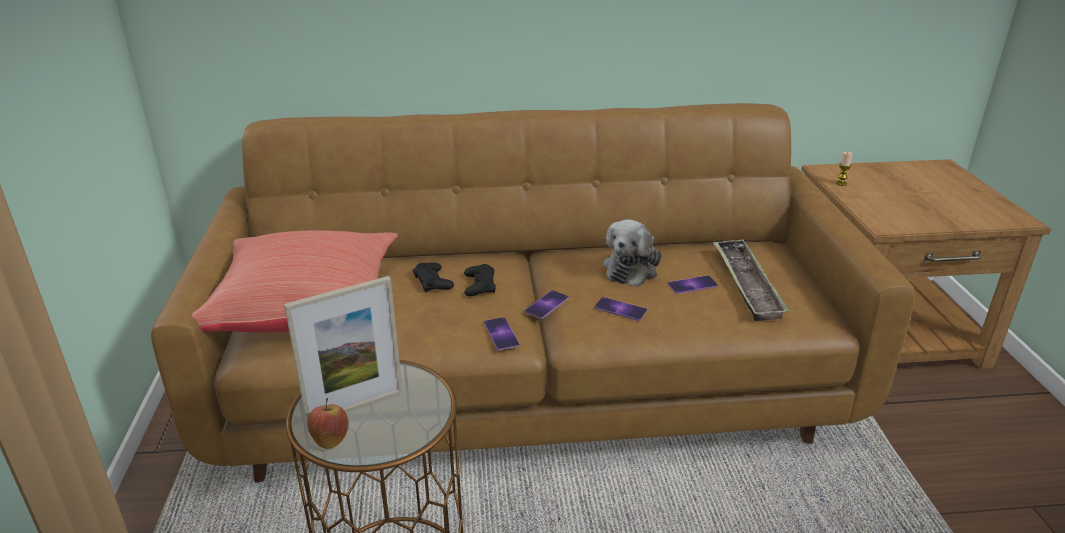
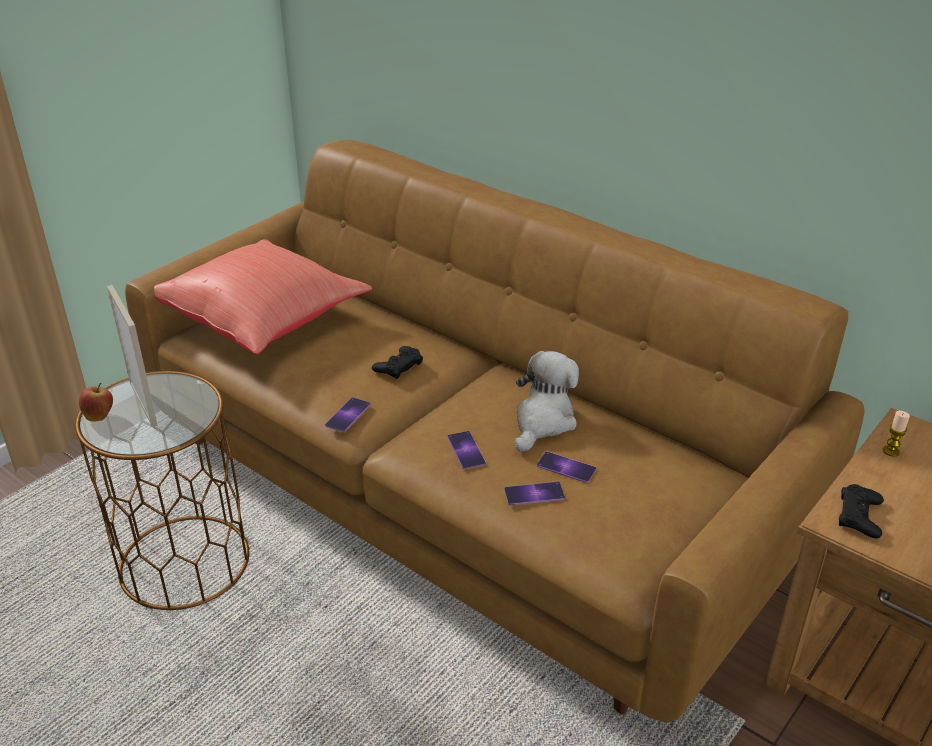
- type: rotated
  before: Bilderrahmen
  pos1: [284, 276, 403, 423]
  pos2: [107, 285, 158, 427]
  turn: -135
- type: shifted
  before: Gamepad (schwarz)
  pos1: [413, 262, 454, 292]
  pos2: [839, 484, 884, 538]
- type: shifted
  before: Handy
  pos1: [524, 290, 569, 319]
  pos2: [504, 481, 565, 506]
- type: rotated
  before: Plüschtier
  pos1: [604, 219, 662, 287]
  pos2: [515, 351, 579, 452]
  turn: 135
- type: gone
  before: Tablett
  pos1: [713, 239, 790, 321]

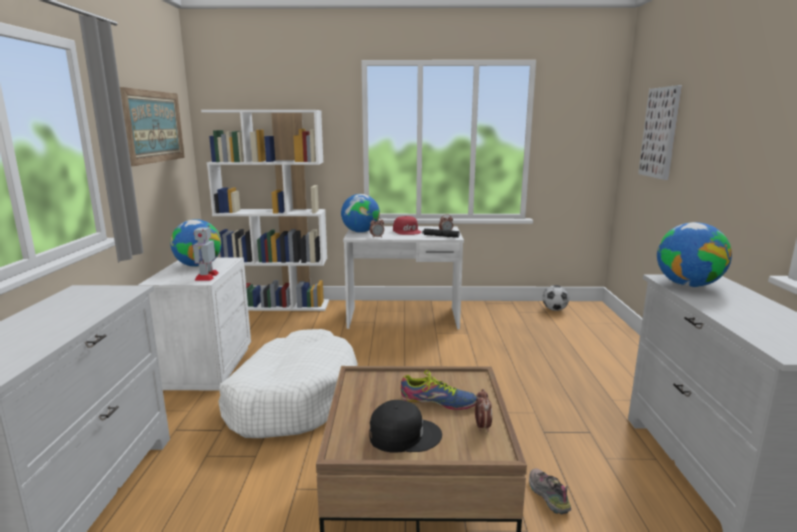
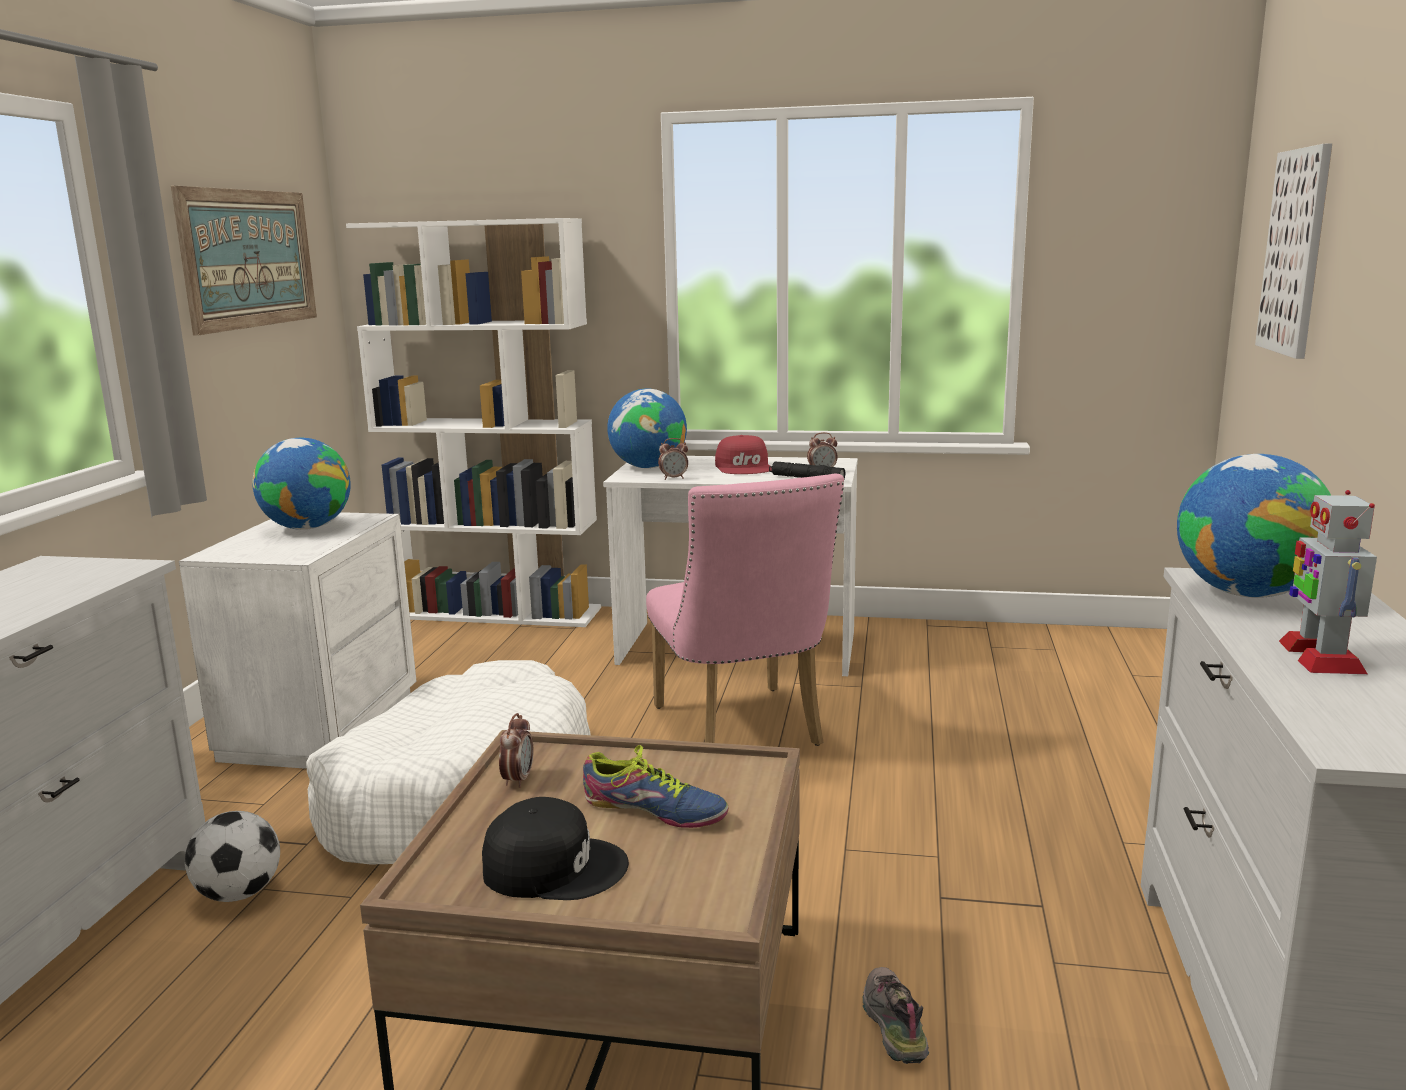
- type: shifted
  before: Spielzeugroboter
  pos1: [192, 226, 219, 281]
  pos2: [1279, 490, 1377, 674]
- type: shifted
  before: Wecker
  pos1: [475, 389, 492, 432]
  pos2: [499, 713, 533, 788]
- type: shifted
  before: Fußball
  pos1: [542, 285, 569, 311]
  pos2: [185, 811, 280, 902]
- type: new
  after: Stuhl (rosa)
  pos2: [646, 474, 844, 746]

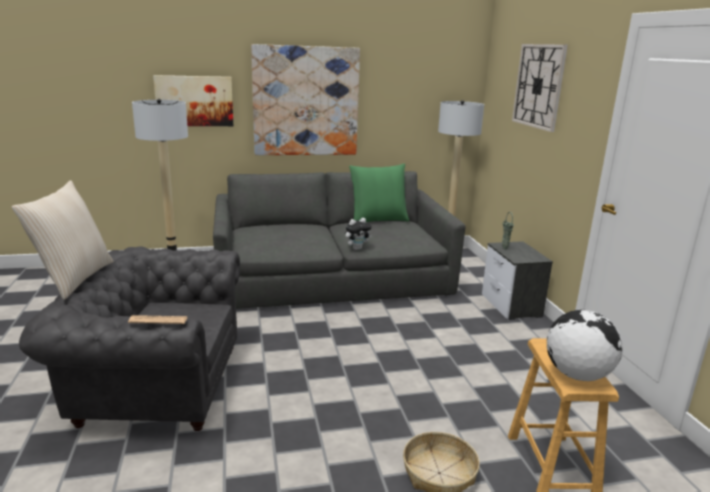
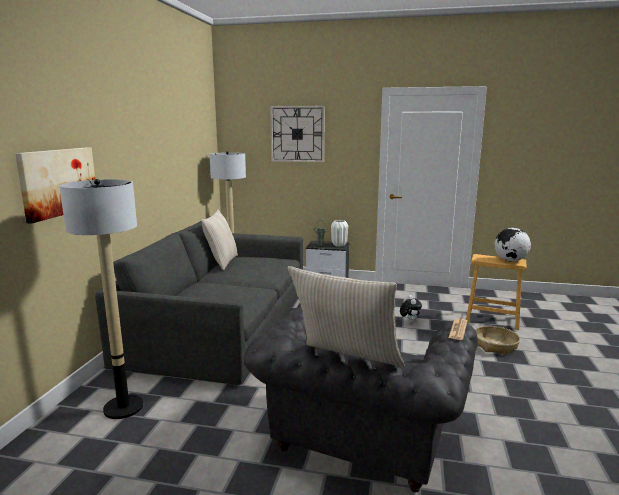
- type: gone
  before: Bild
  pos1: [251, 44, 360, 155]
- type: shifted
  before: Plüschtier
  pos1: [345, 218, 372, 250]
  pos2: [400, 295, 422, 323]
- type: repainted
  before: Kissen (grün)
  after: Kissen (beige)
  pos1: [349, 164, 409, 222]
  pos2: [201, 209, 238, 270]
- type: new
  after: Vase (weiß)
  pos2: [331, 220, 348, 247]

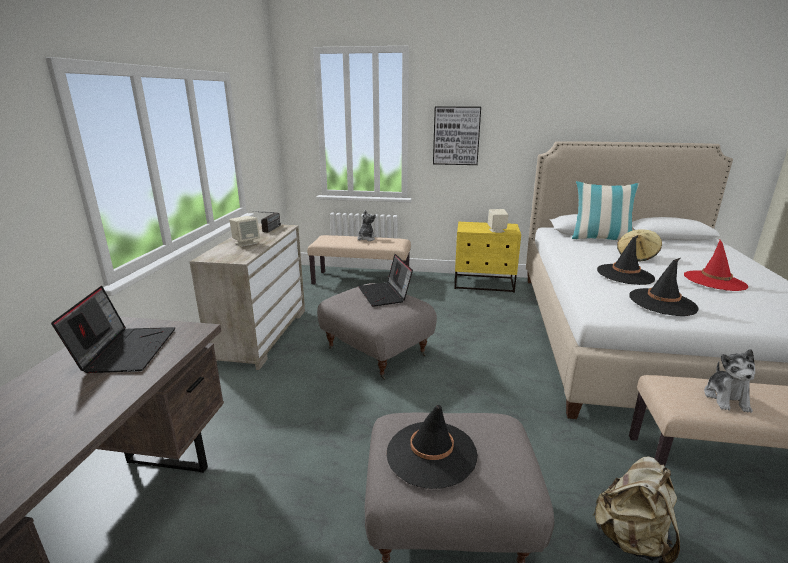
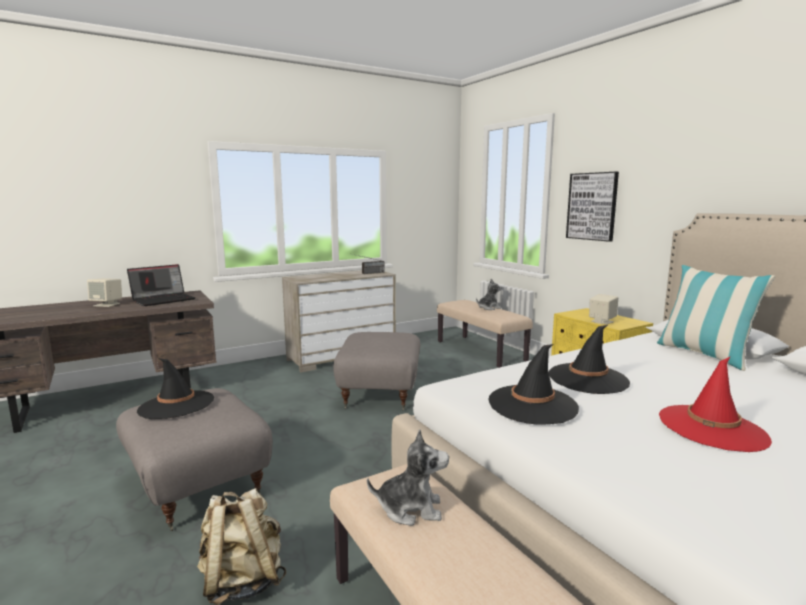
- type: shifted
  before: Lautsprecher (beige)
  pos1: [229, 216, 260, 247]
  pos2: [87, 278, 122, 307]
- type: gone
  before: Laptop
  pos1: [358, 254, 413, 307]
- type: gone
  before: Hut (beige)
  pos1: [617, 229, 662, 261]
- type: rotated
  before: Plüschtier
  pos1: [704, 349, 755, 413]
  pos2: [367, 430, 449, 526]
  turn: -150

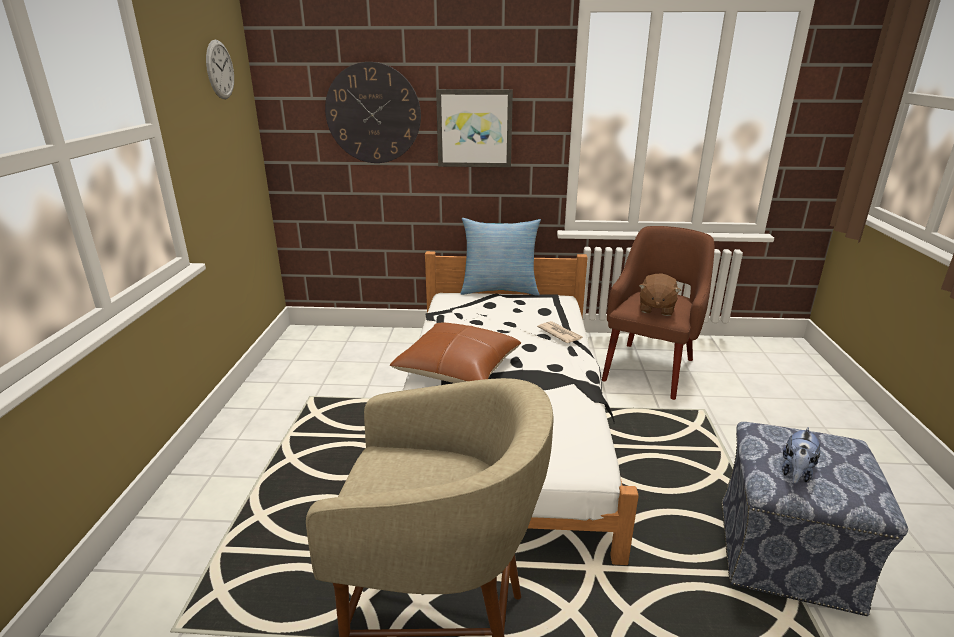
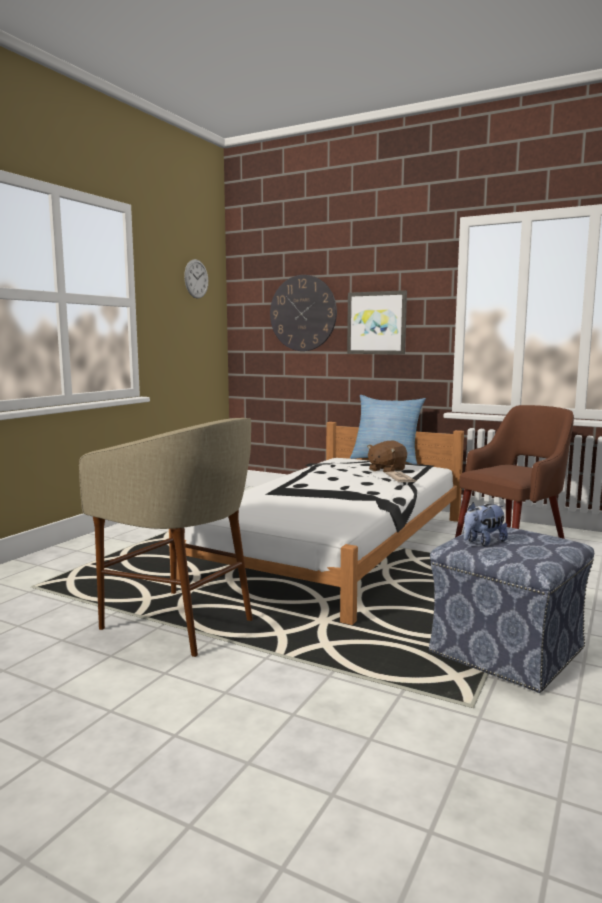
- type: gone
  before: Kissen (braun)
  pos1: [390, 323, 521, 383]
- type: shifted
  before: Plüschtier (braun)
  pos1: [639, 273, 681, 316]
  pos2: [367, 441, 407, 472]

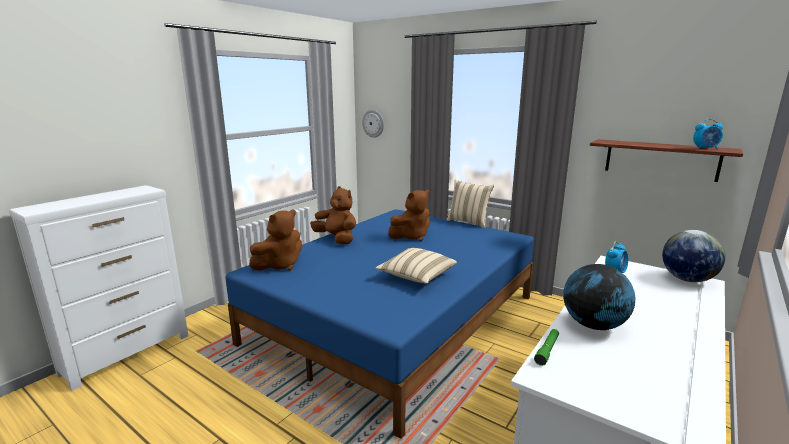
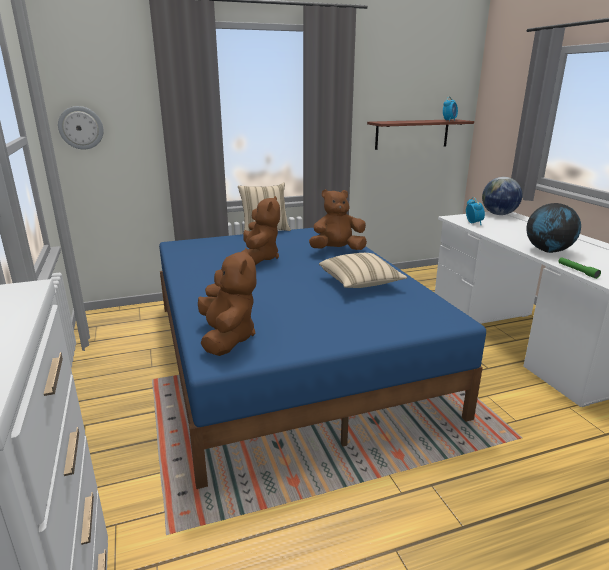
- type: shifted
  before: Plüschtier (braun)
  pos1: [310, 186, 356, 244]
  pos2: [309, 189, 367, 250]

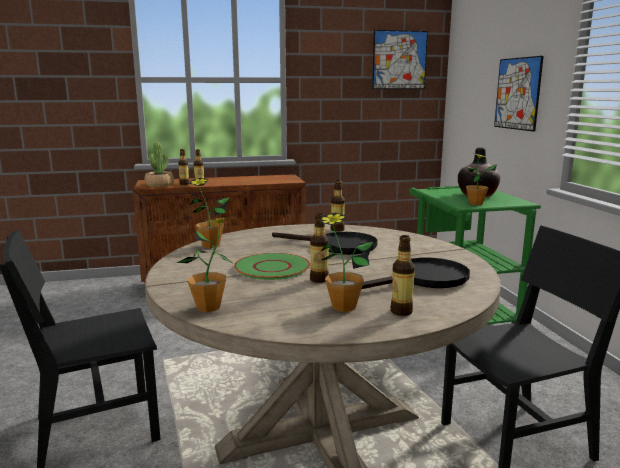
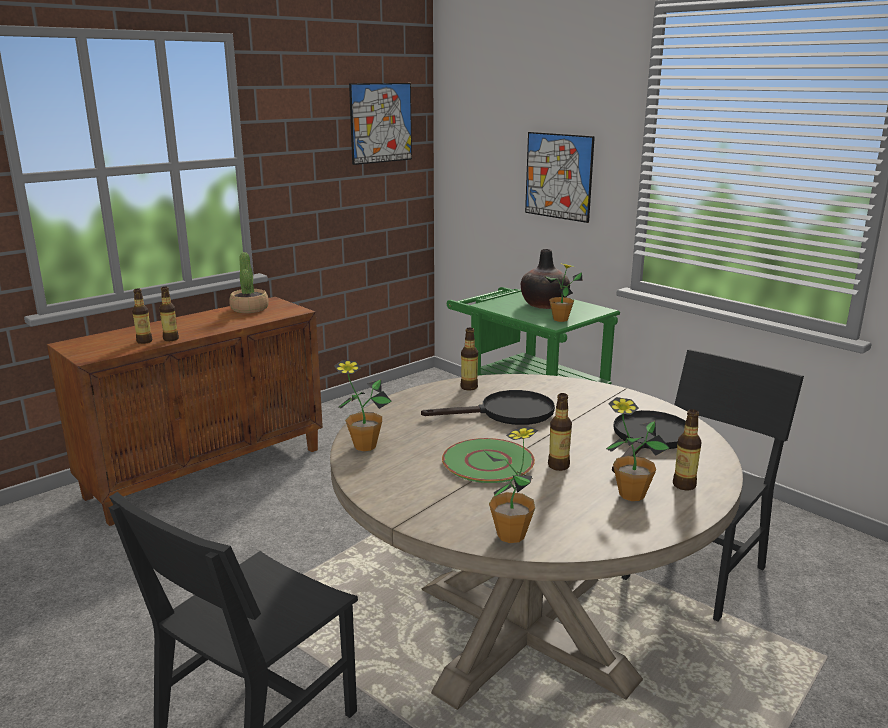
- type: shifted
  before: Topfpflanze
  pos1: [145, 142, 174, 187]
  pos2: [229, 252, 269, 313]

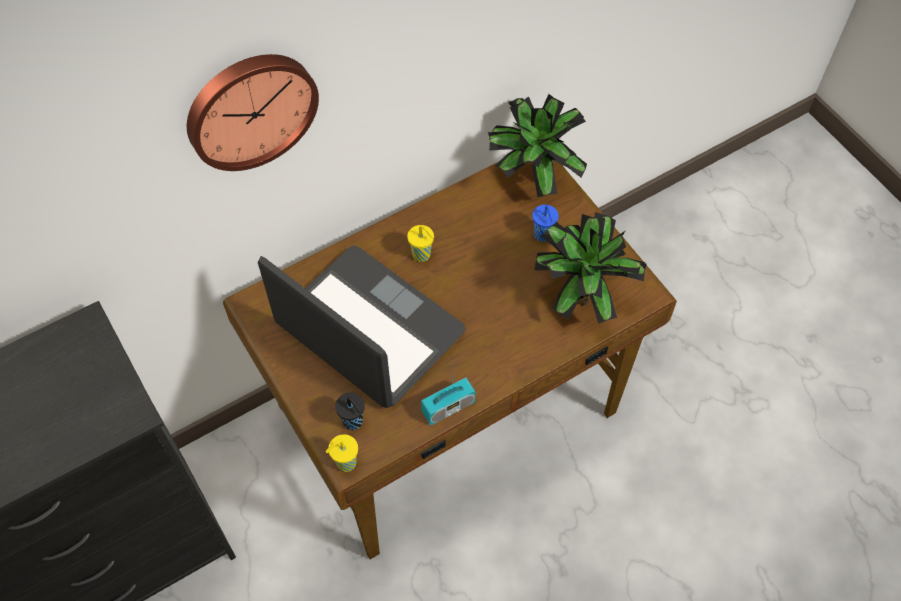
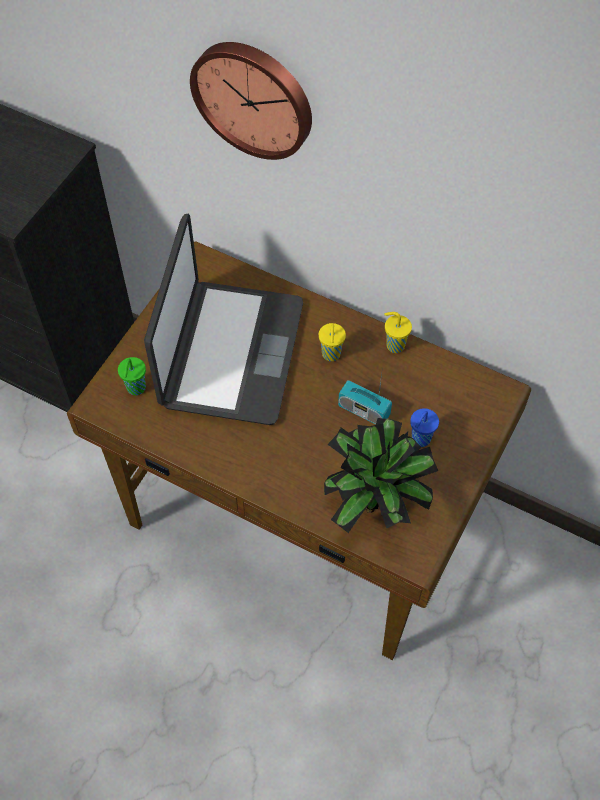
- type: shifted
  before: Tasse (gelb)
  pos1: [326, 434, 358, 472]
  pos2: [384, 312, 412, 353]
- type: repainted
  before: Tasse (schwarz)
  after: Tasse (grün)
  pos1: [335, 393, 365, 430]
  pos2: [118, 357, 146, 395]
- type: shifted
  before: Radio
  pos1: [421, 368, 475, 425]
  pos2: [338, 374, 392, 424]
- type: gone
  before: Topfpflanze
  pos1: [488, 94, 587, 197]

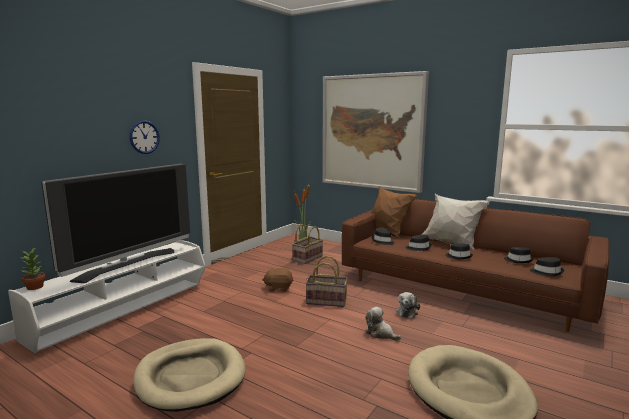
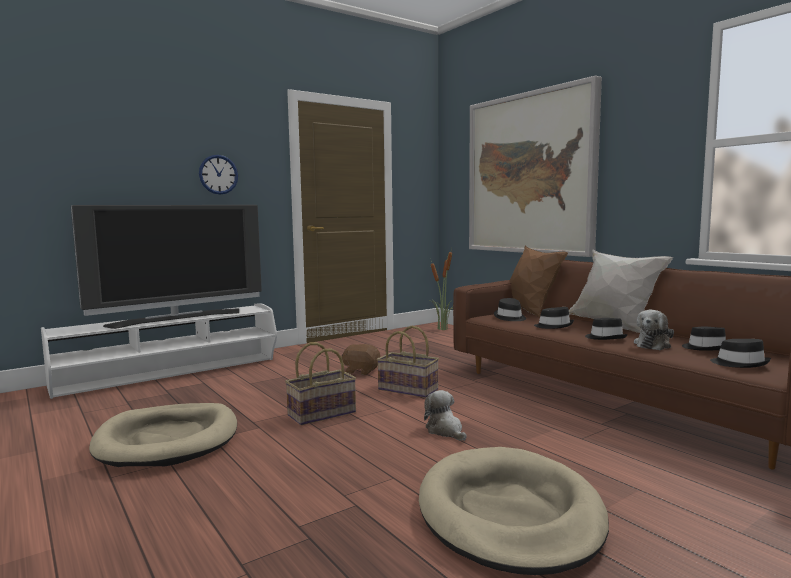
- type: gone
  before: Topfpflanze
  pos1: [20, 247, 45, 290]
- type: shifted
  before: Korb
  pos1: [292, 224, 323, 264]
  pos2: [285, 342, 356, 425]
- type: shifted
  before: Plüschtier
  pos1: [396, 292, 420, 319]
  pos2: [634, 310, 674, 350]

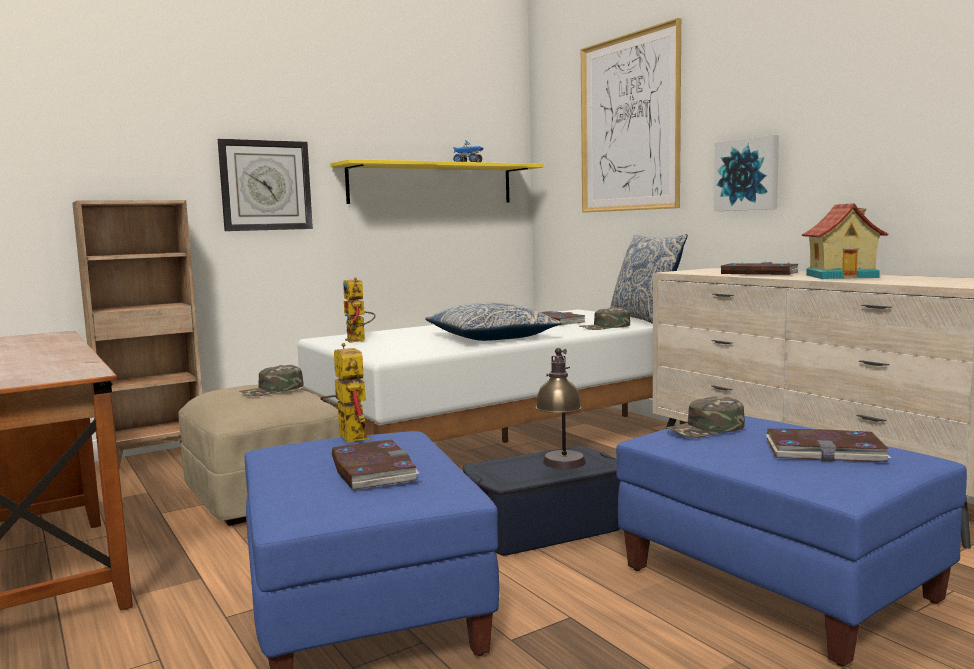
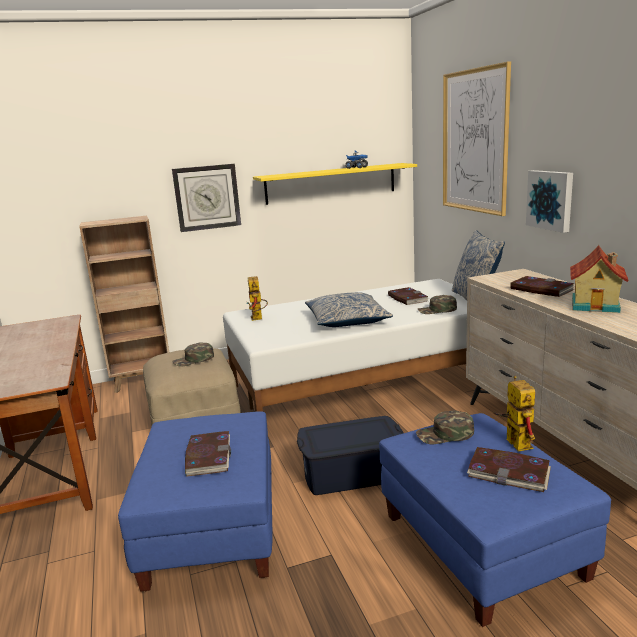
- type: shifted
  before: Spielzeugroboter
  pos1: [320, 343, 369, 443]
  pos2: [493, 376, 535, 452]
- type: gone
  before: Tischlampe
  pos1: [535, 348, 586, 469]

